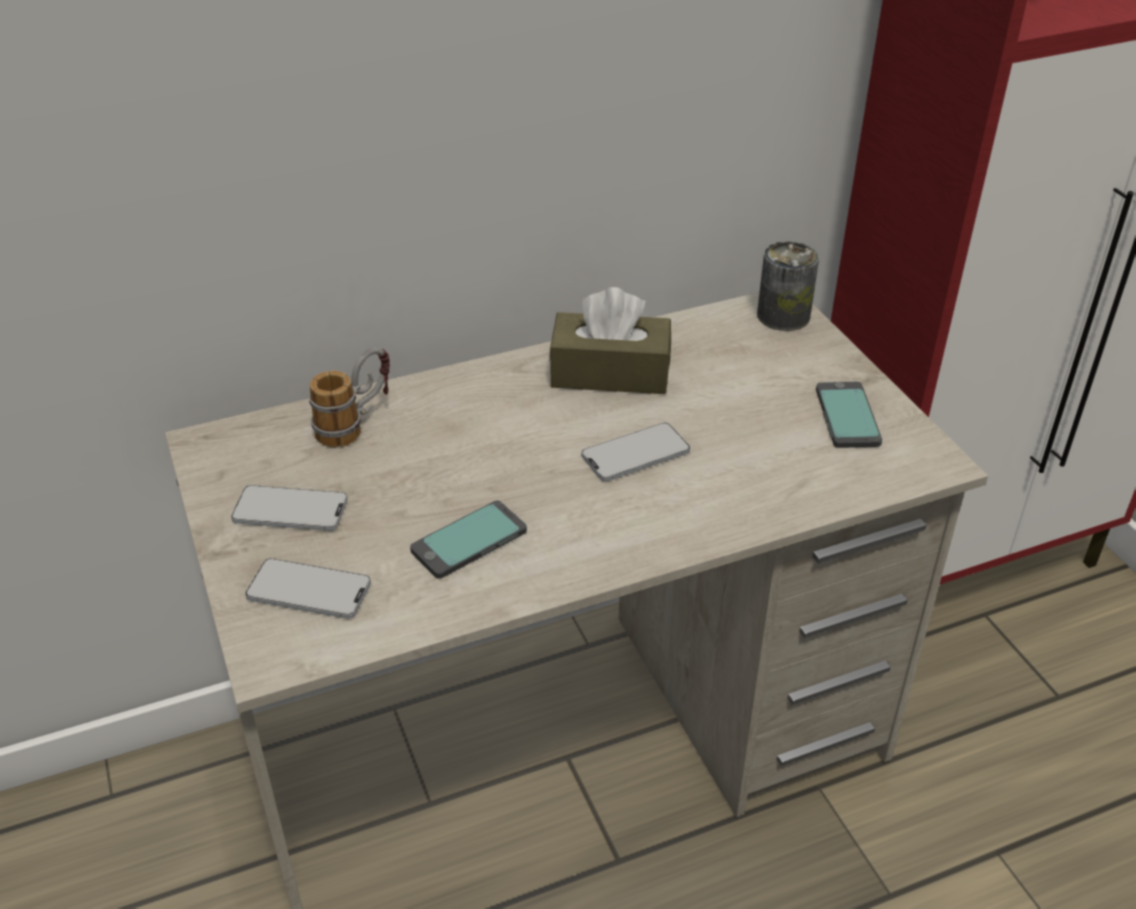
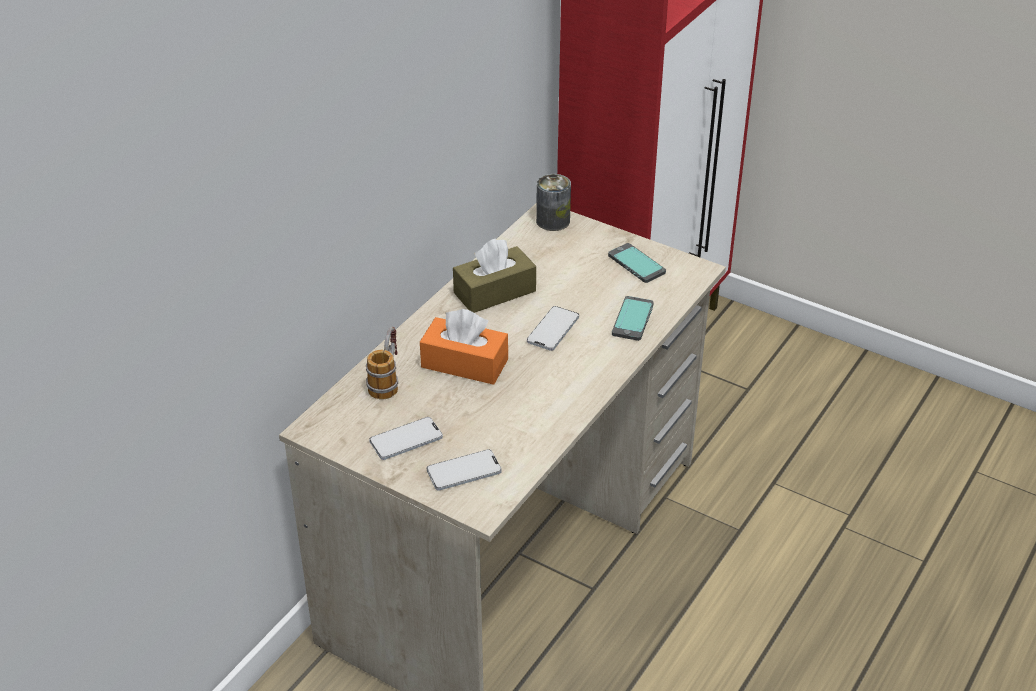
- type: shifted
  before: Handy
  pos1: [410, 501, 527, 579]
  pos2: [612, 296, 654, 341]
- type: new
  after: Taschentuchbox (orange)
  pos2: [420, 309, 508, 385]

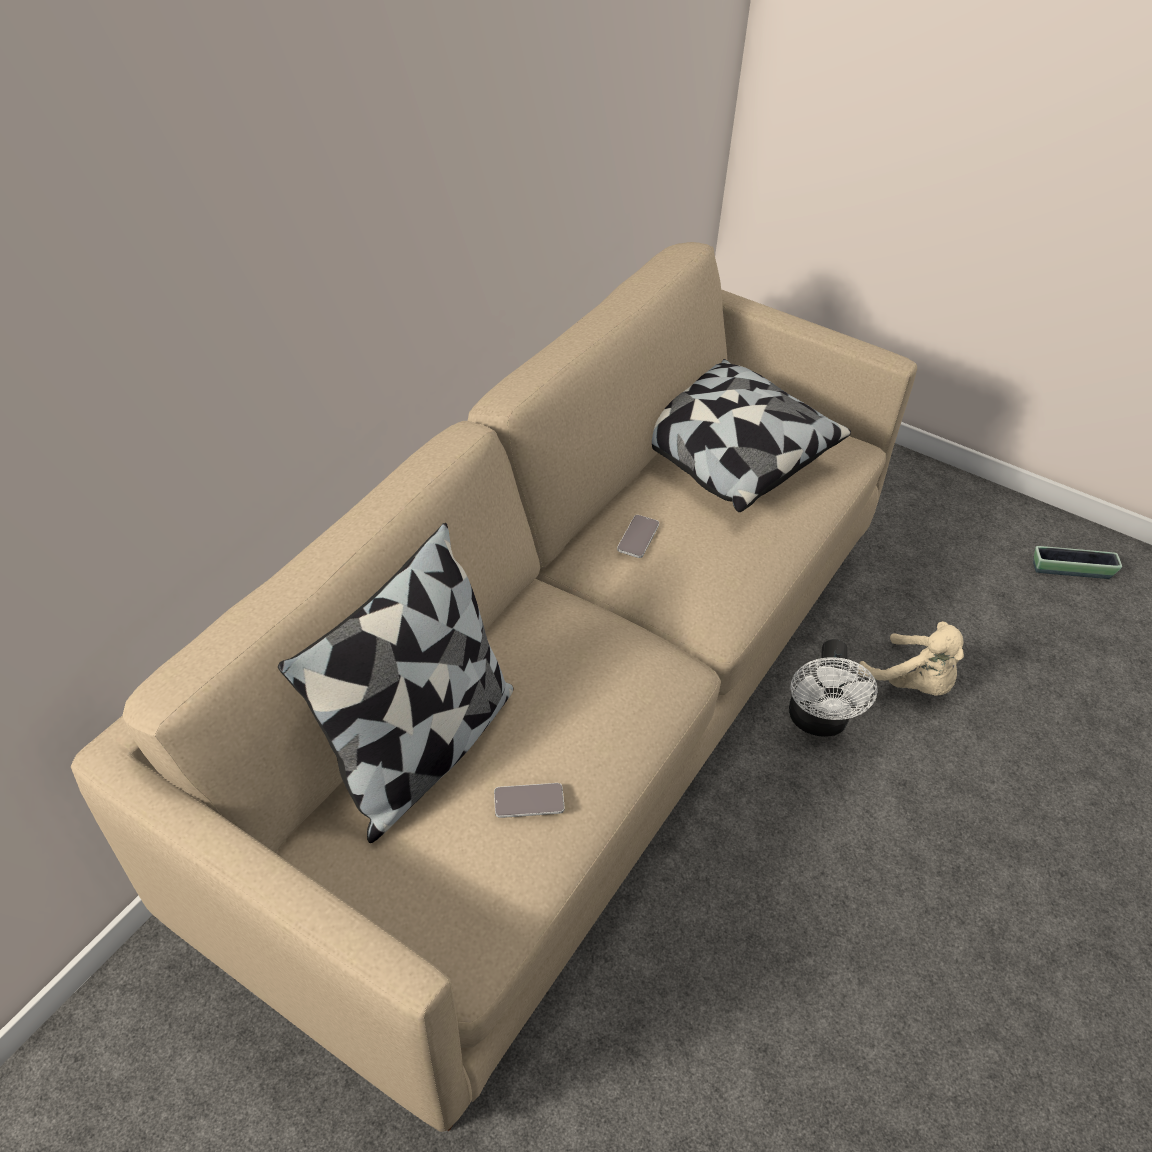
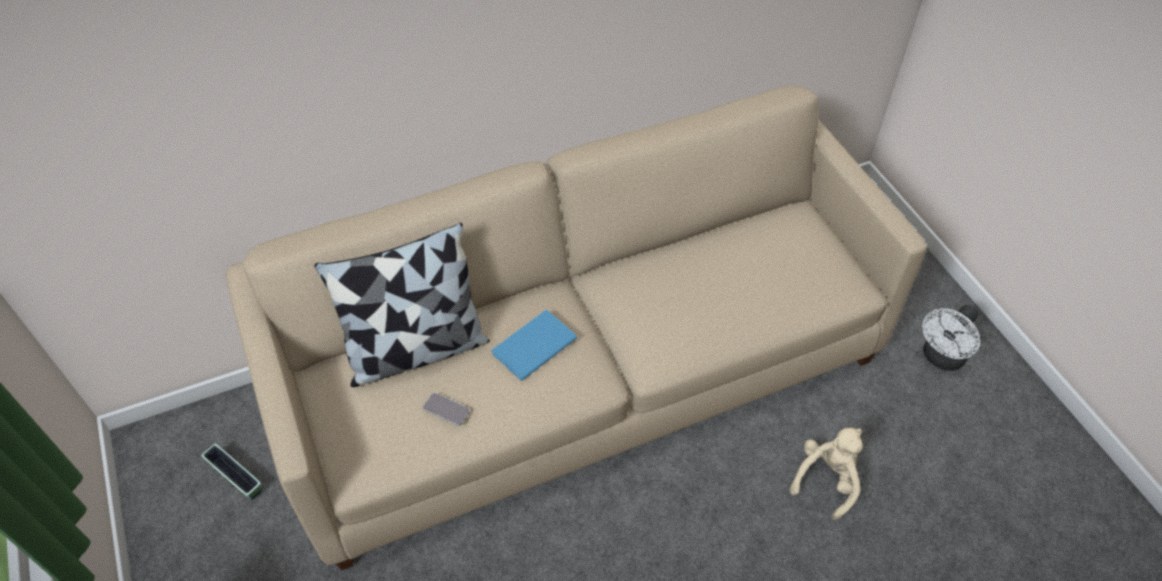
- type: gone
  before: Handy
  pos1: [617, 515, 659, 558]
- type: gone
  before: Kissen
  pos1: [652, 359, 851, 512]
- type: shifted
  before: Ventilator (weiß)
  pos1: [789, 639, 878, 737]
  pos2: [923, 305, 980, 371]
- type: rotated
  before: Plüschtier (beige)
  pos1: [858, 621, 964, 696]
  pos2: [790, 428, 863, 520]
  turn: -135
- type: shifted
  before: Pflanzkübel
  pos1: [1033, 546, 1122, 579]
  pos2: [201, 443, 262, 500]
- type: new
  after: Buch (blau)
  pos2: [492, 310, 578, 381]

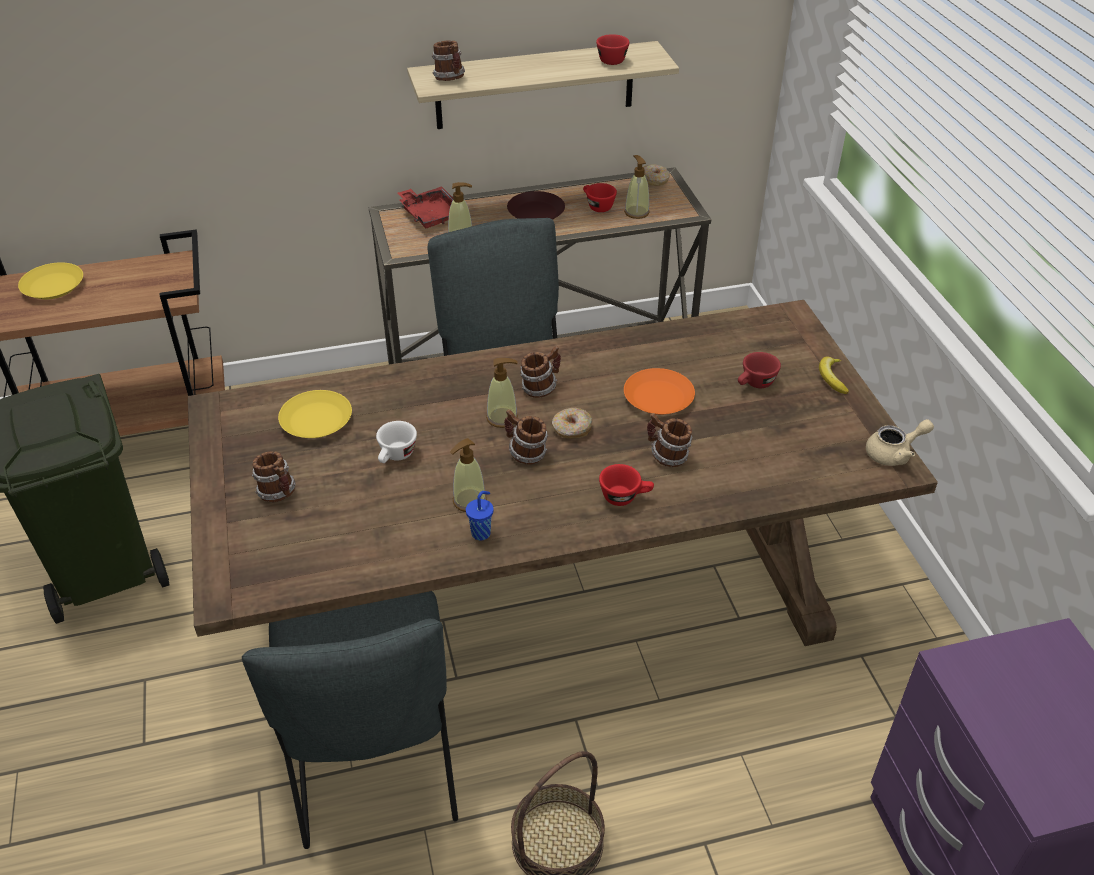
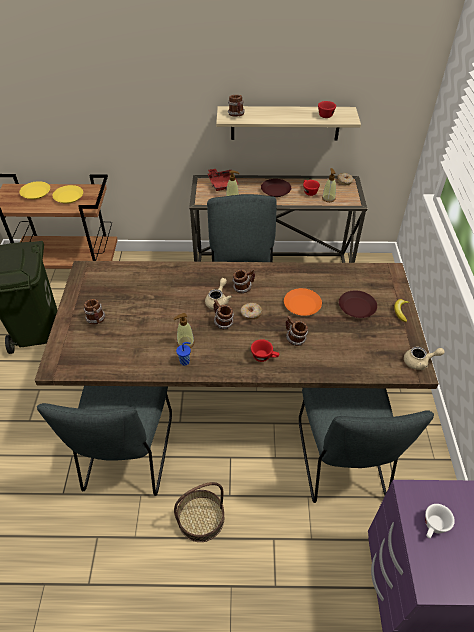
- type: shifted
  before: Teller (gelb)
  pos1: [278, 390, 352, 438]
  pos2: [53, 185, 83, 204]
- type: shifted
  before: Tasse (weiß)
  pos1: [376, 421, 417, 463]
  pos2: [425, 504, 455, 539]
- type: swapped
  before: Seifenspender
  after: Teekanne (beige)
  pos1: [486, 358, 518, 428]
  pos2: [205, 278, 232, 310]
- type: swapped
  before: Tasse (rot)
  after: Teller (braun)
  pos1: [738, 352, 781, 388]
  pos2: [339, 290, 377, 318]
- type: new
  after: Stuhl (grau)
  pos2: [299, 388, 434, 503]

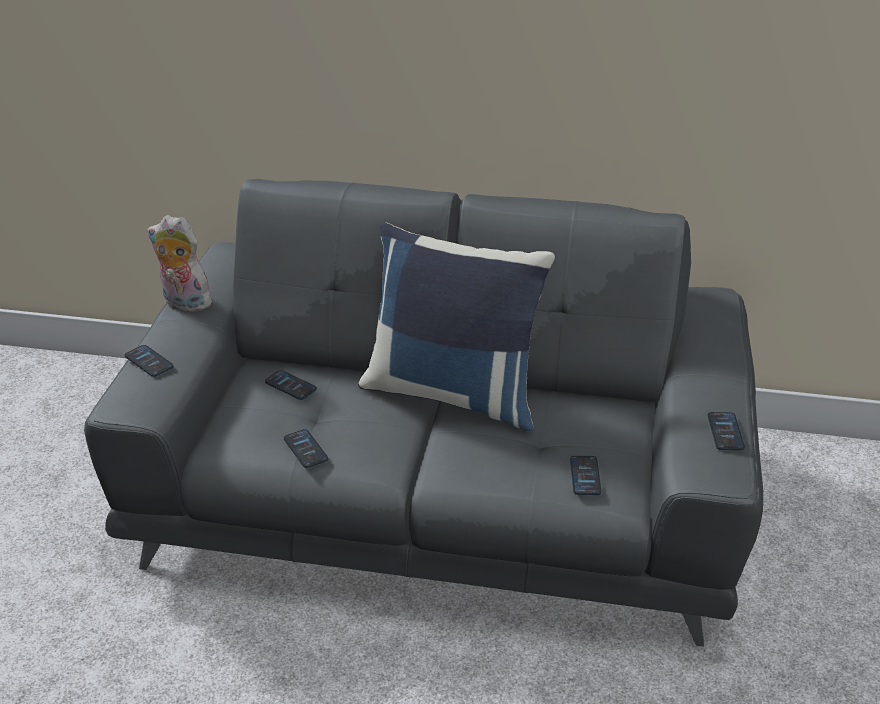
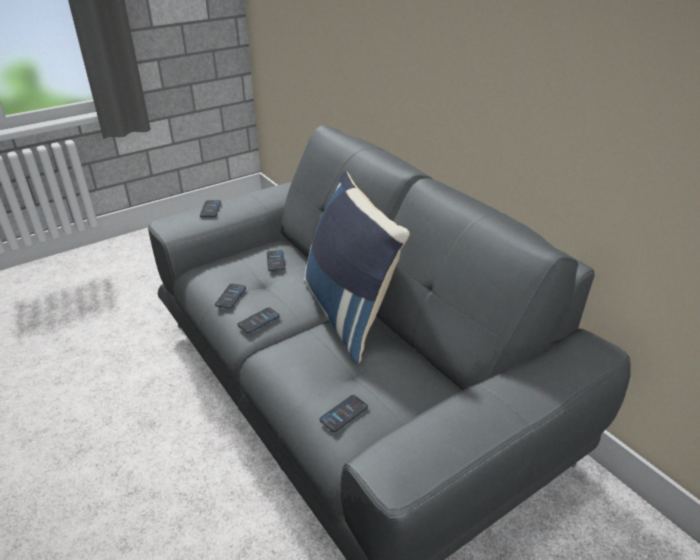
- type: gone
  before: Plüschtier
  pos1: [147, 215, 212, 312]
- type: shifted
  before: Handy
  pos1: [708, 412, 745, 450]
  pos2: [238, 307, 279, 333]

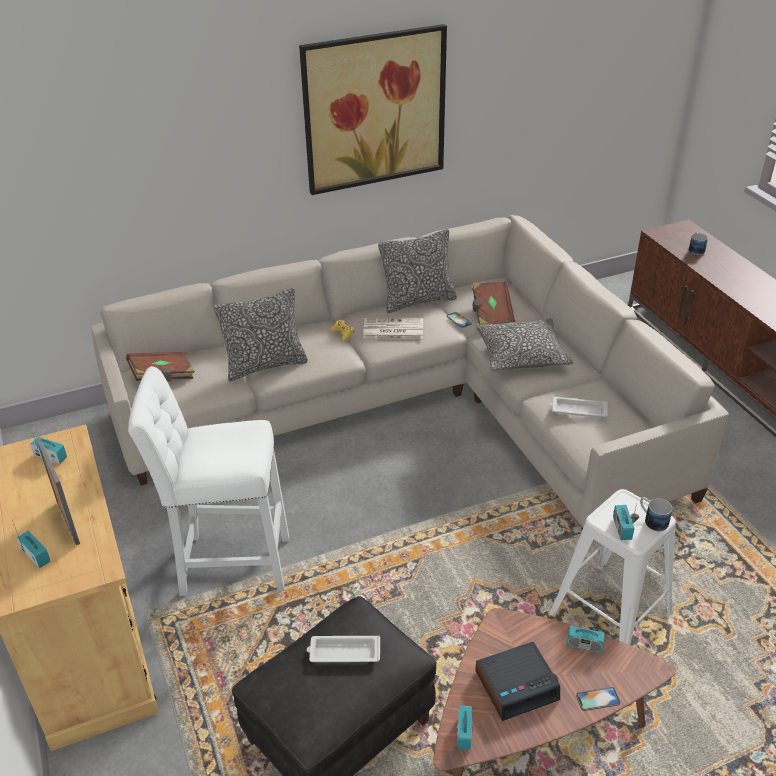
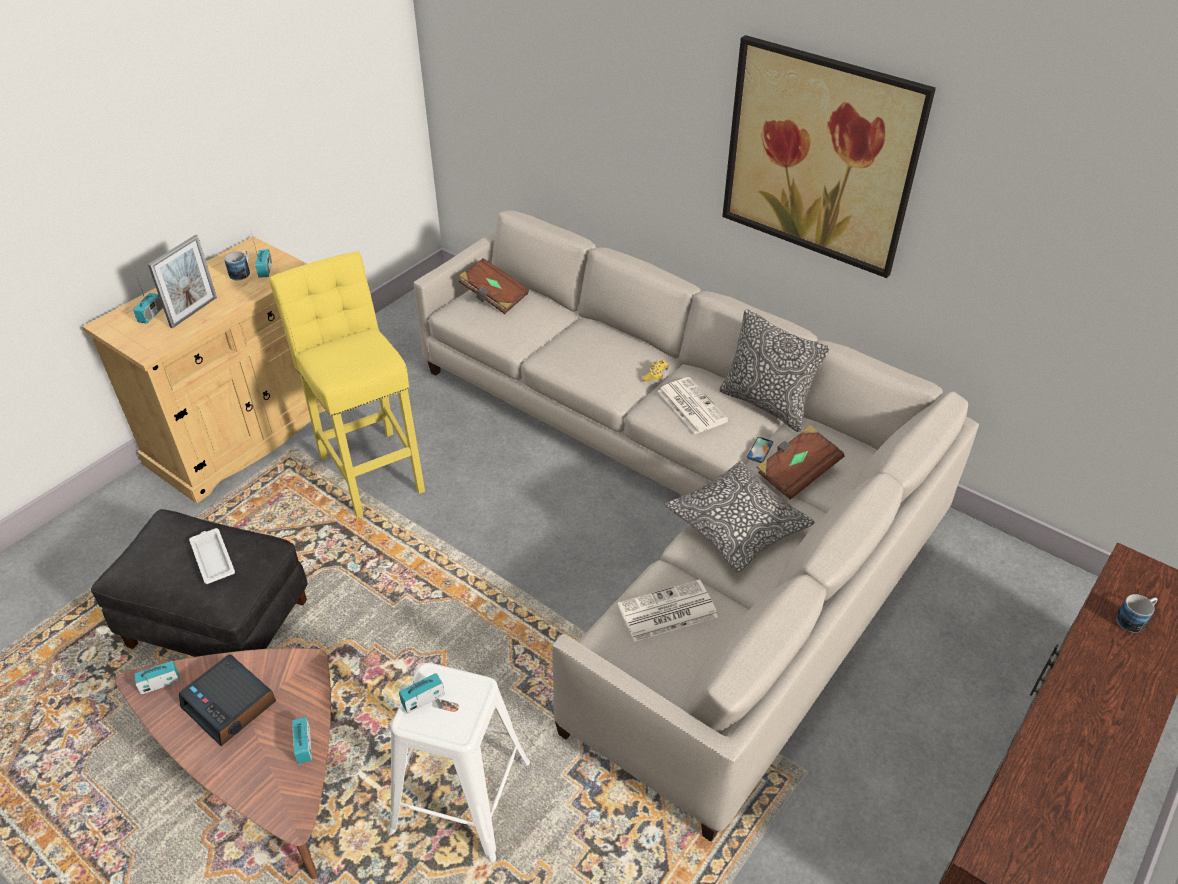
- type: repainted
  before: Hocker (weiß)
  after: Hocker (gelb)
  pos1: [128, 366, 289, 596]
  pos2: [269, 251, 425, 518]
- type: gone
  before: Kissen
  pos1: [214, 288, 308, 381]
- type: swapped
  before: Tablett (weiß)
  after: Zeitung
  pos1: [550, 397, 608, 418]
  pos2: [618, 579, 718, 642]
- type: gone
  before: Handy
  pos1: [576, 687, 620, 711]
- type: shifted
  before: Henkelbecher
  pos1: [640, 497, 672, 531]
  pos2: [224, 249, 250, 280]

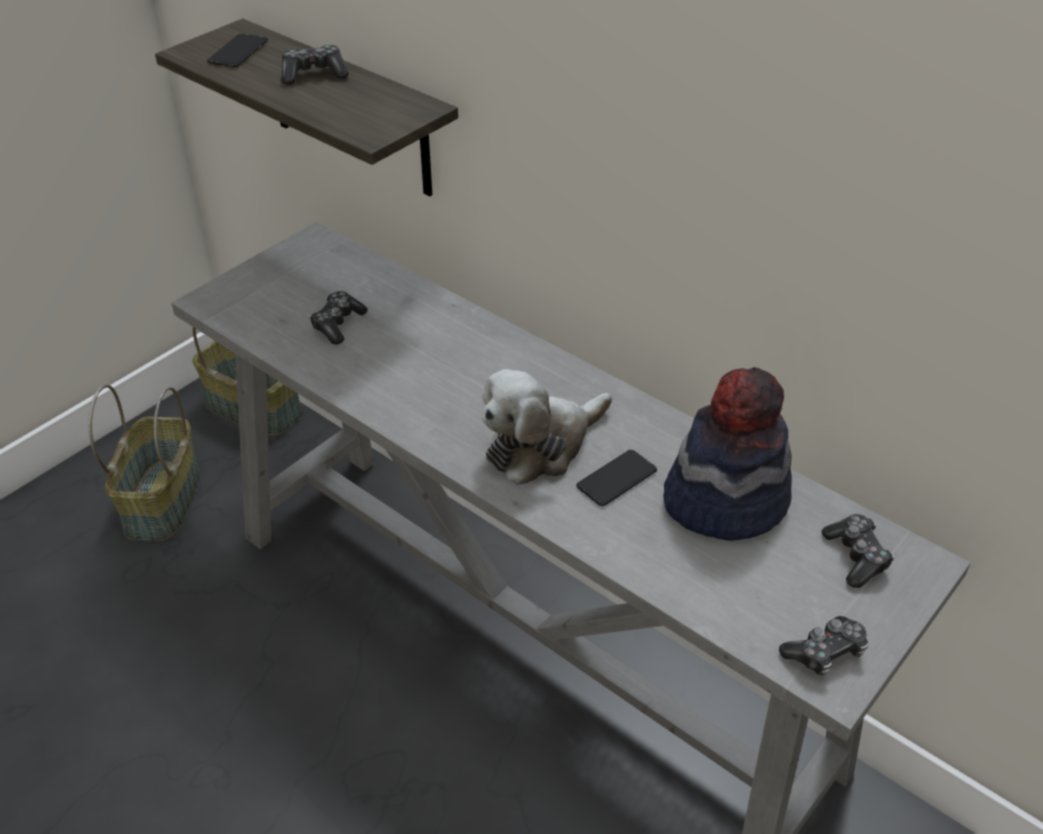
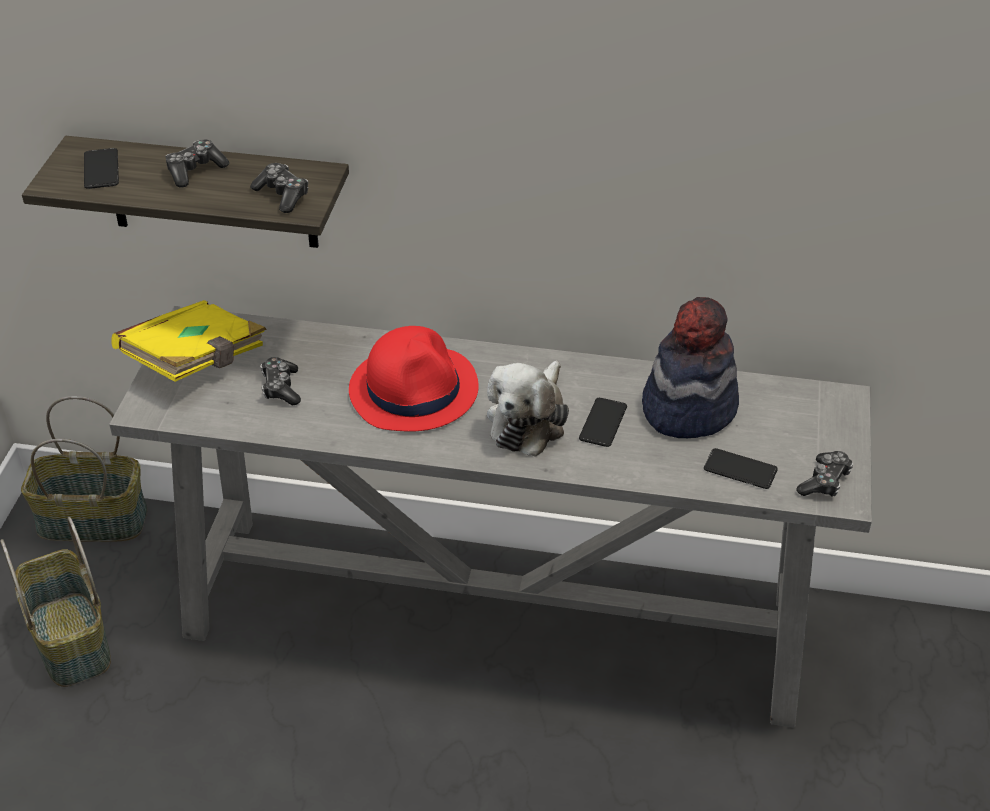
- type: shifted
  before: Gamepad
  pos1: [822, 514, 894, 588]
  pos2: [250, 163, 309, 213]
- type: new
  after: Buch (gelb)
  pos2: [111, 300, 266, 382]
- type: new
  after: Hut (rot)
  pos2: [349, 326, 479, 432]
- type: new
  after: Handy
  pos2: [704, 448, 778, 489]

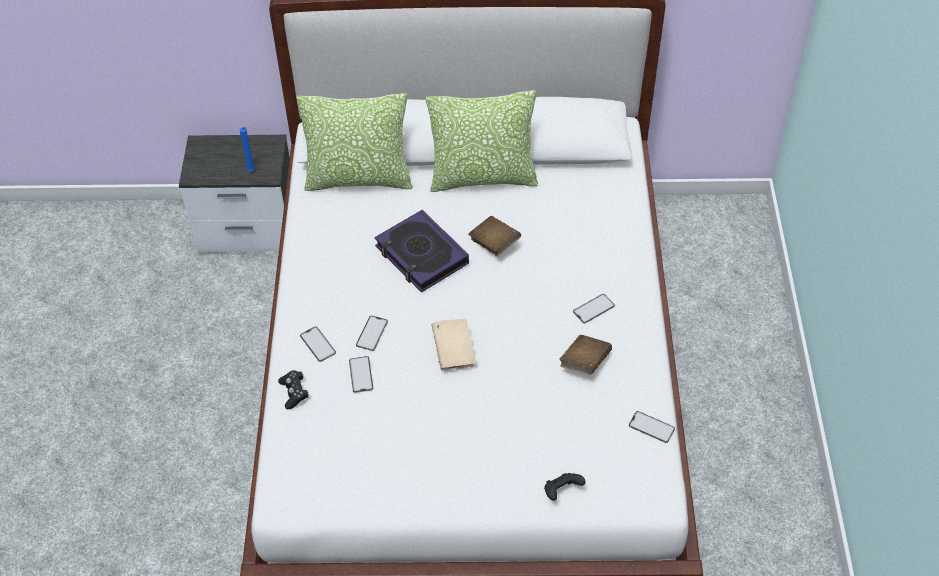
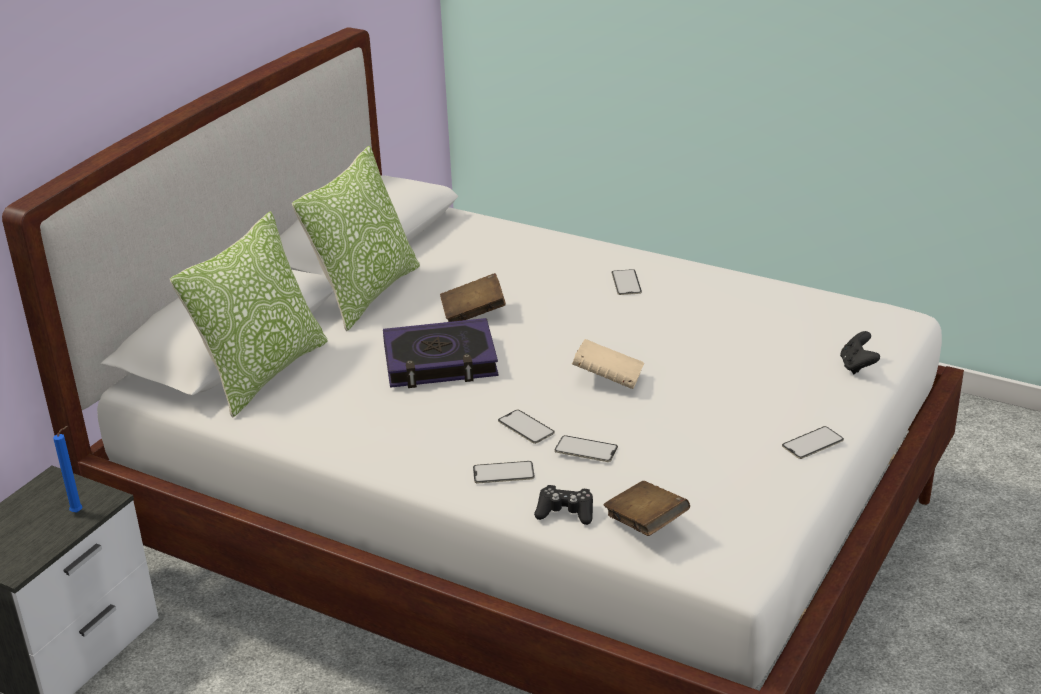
- type: shifted
  before: Buch (braun)
  pos1: [560, 335, 612, 375]
  pos2: [603, 481, 690, 536]
- type: shifted
  before: Handy
  pos1: [629, 411, 675, 443]
  pos2: [782, 426, 844, 459]

